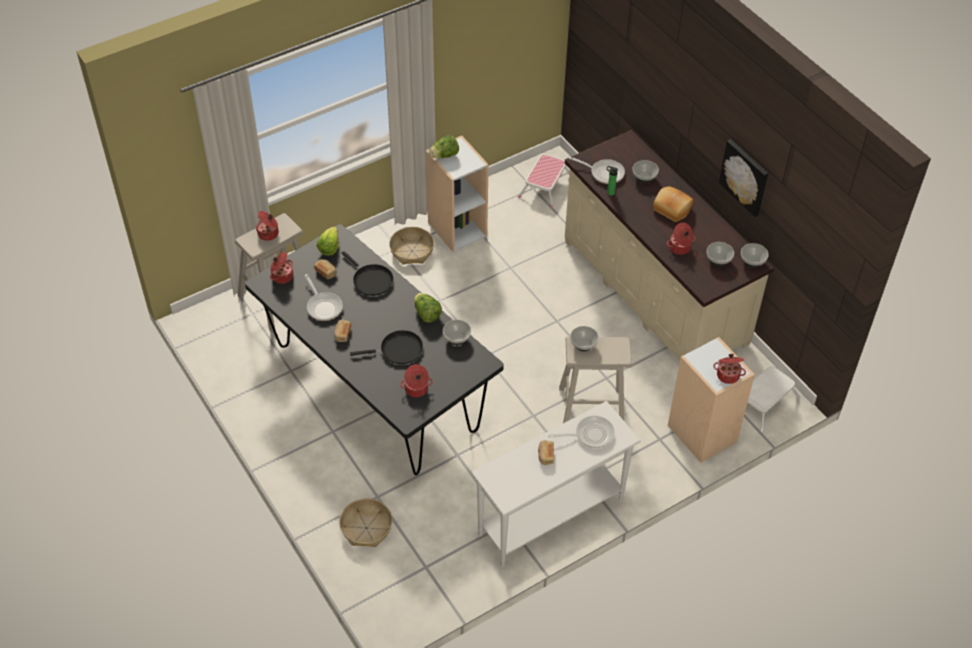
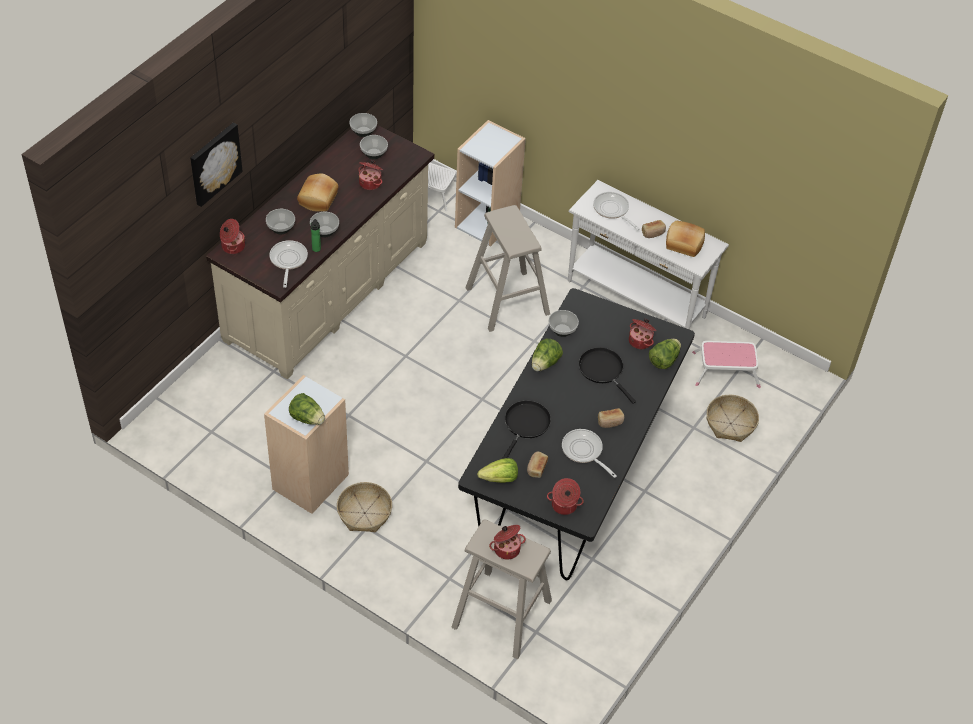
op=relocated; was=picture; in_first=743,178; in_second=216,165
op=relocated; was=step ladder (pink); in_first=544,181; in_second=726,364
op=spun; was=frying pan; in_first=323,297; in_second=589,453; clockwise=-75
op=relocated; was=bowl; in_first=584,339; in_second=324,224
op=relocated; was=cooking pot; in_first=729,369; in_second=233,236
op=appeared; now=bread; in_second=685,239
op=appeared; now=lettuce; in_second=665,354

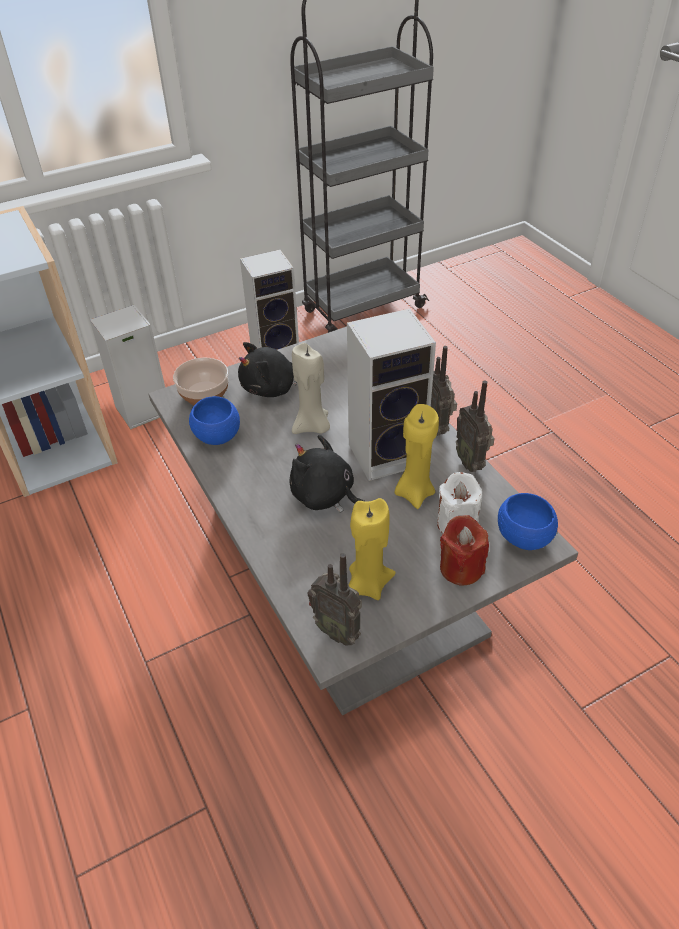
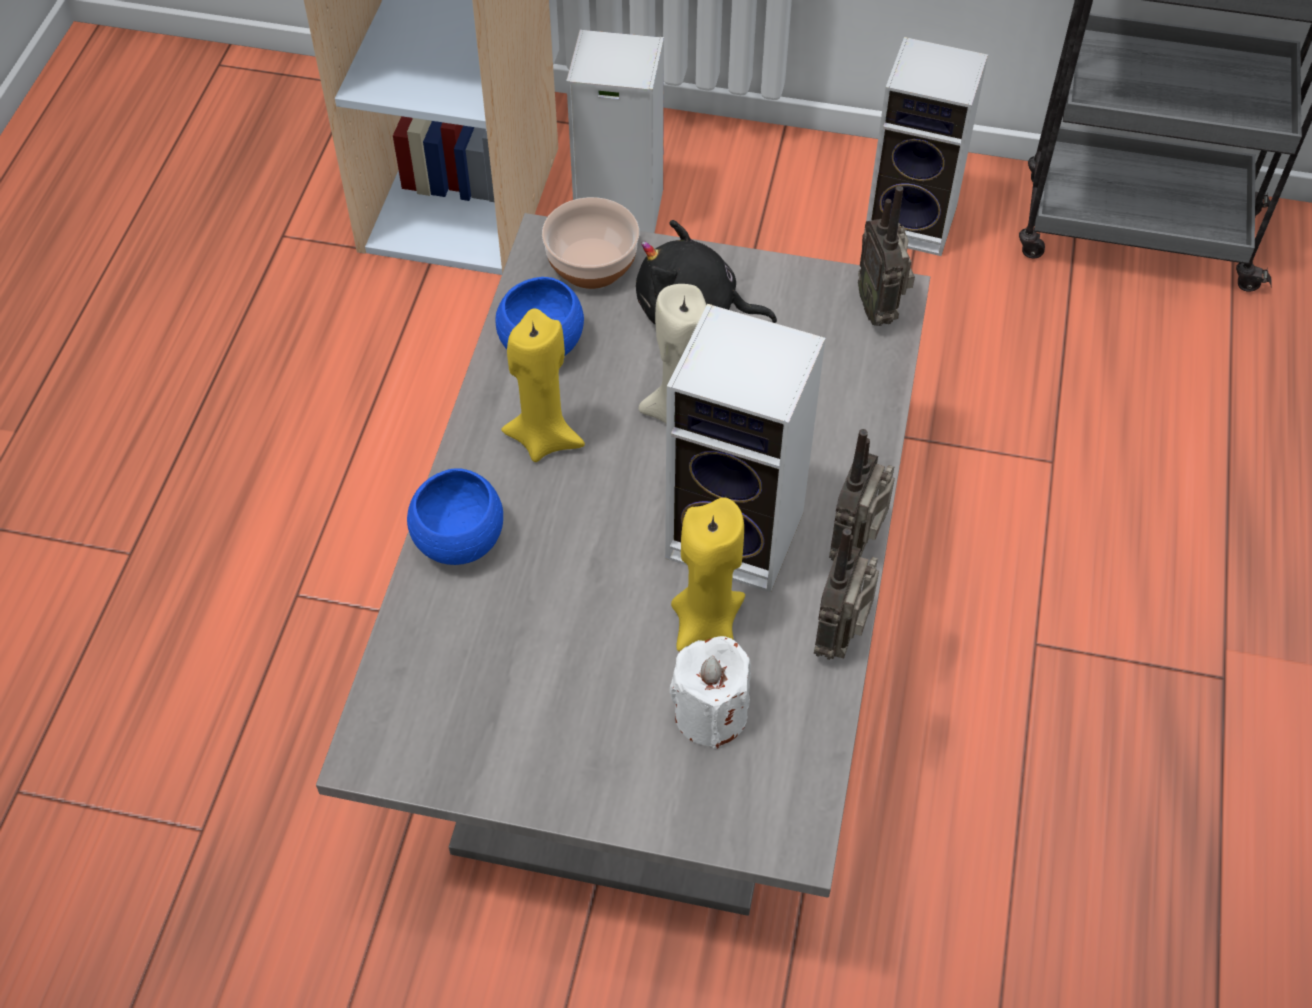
op=missing; was=plush toy (black); in_first=328,474
op=relocated; was=bowl (blue); in_first=528,521; in_second=455,517
op=relocated; was=candle (yellow); in_first=372,549; in_second=543,385
op=missing; was=candle (red); in_first=464,550
op=relocated; was=radio; in_first=334,599; in_second=886,256

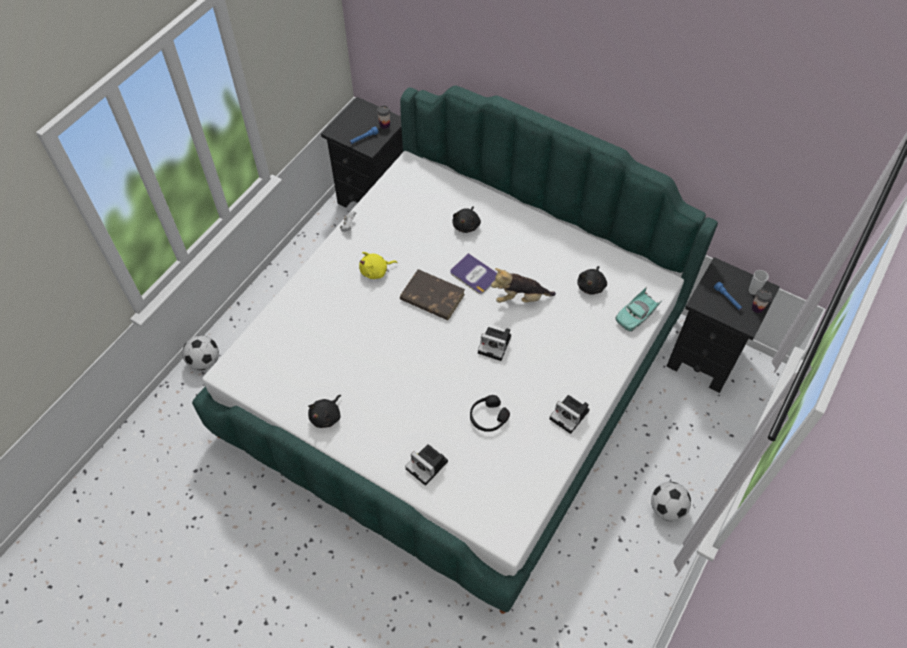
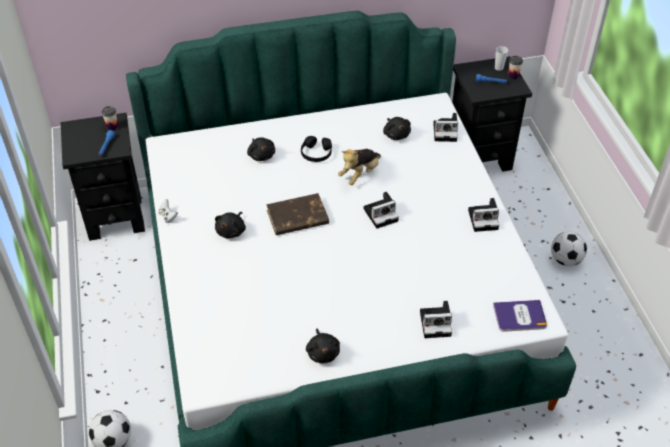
op=colour; was=plush toy (yellow); now=plush toy (black); in_first=378,265; in_second=230,225
op=relocated; was=book; in_first=473,273; in_second=520,316
op=exchanged; was=toy car (turquoise); now=photo camera; in_first=639,309; in_second=445,127
op=relocated; was=headphones (black); in_first=490,413; in_second=316,149

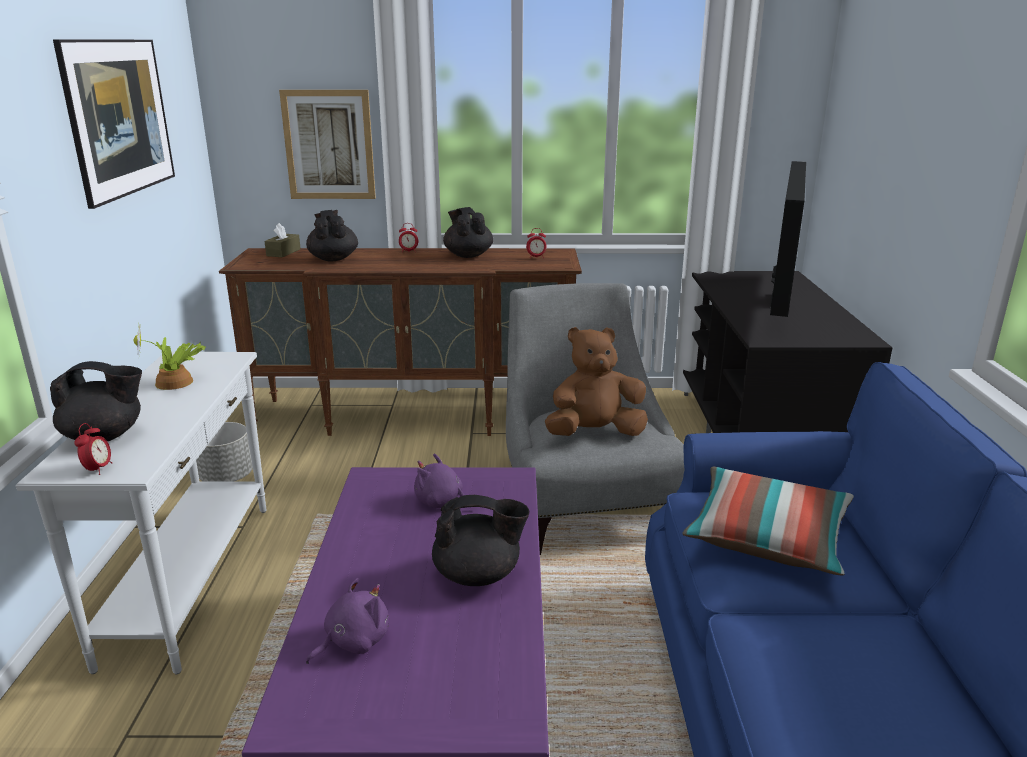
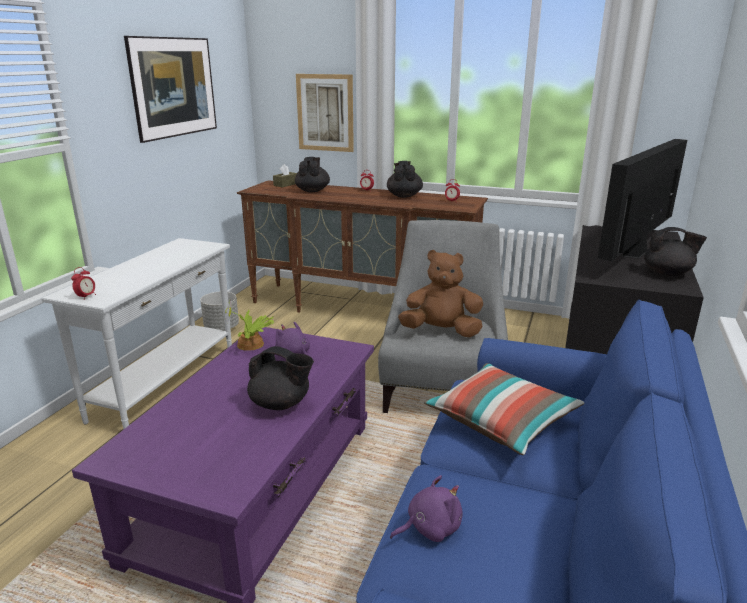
op=relocated; was=potted plant; in_first=170,356; in_second=249,325
op=relocated; was=teapot (black); in_first=96,401; in_second=675,251
op=relocated; was=plush toy (purple); in_first=347,621; in_second=426,508

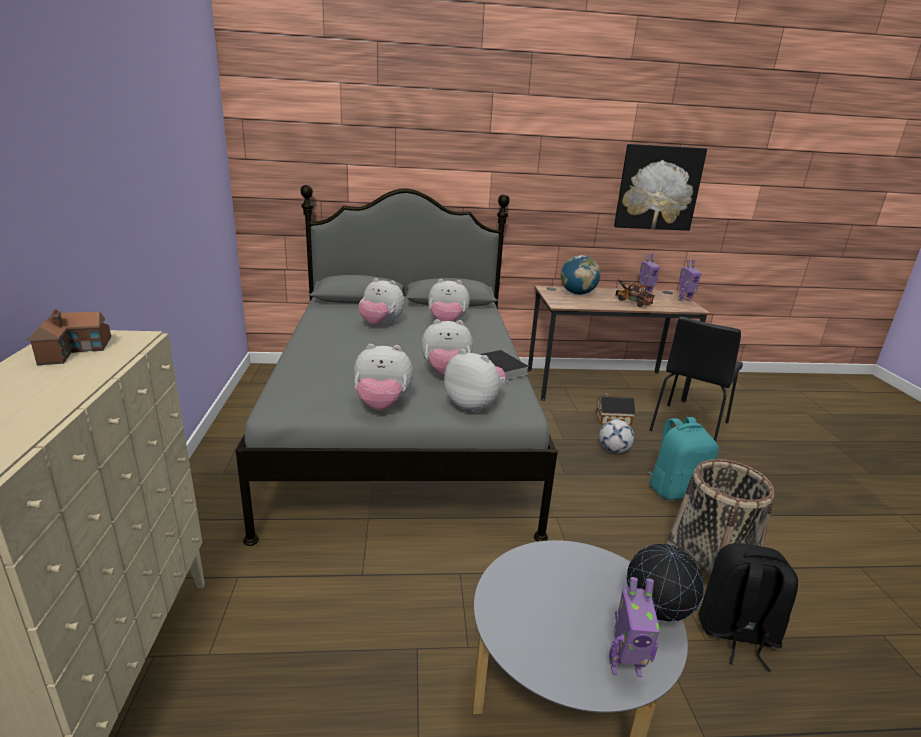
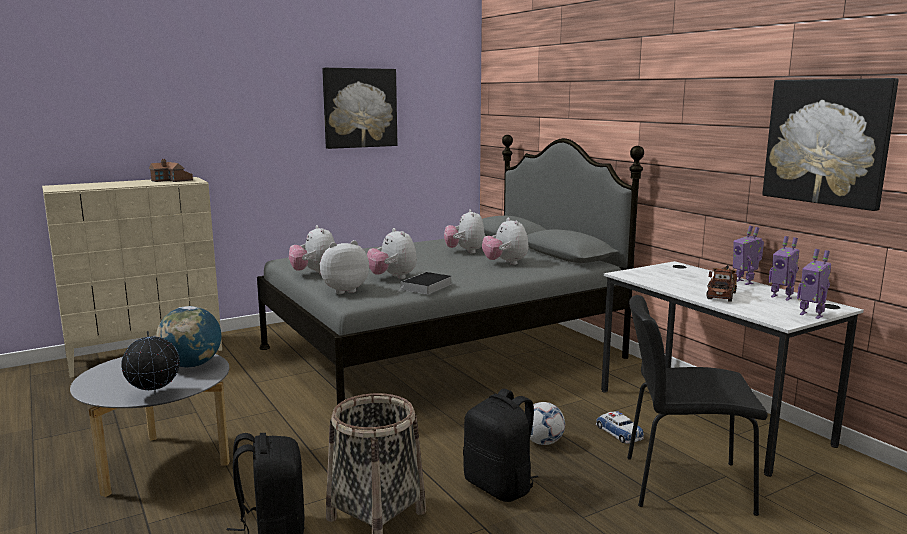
op=relocated; was=globe; in_first=580,275; in_second=188,337
op=colour; was=desk (brown); now=desk (white); in_first=619,344; in_second=732,369
op=spun; was=plush toy; in_first=475,381; in_second=344,267; clockwise=-120
op=exchanged; was=toy house; now=toy car; in_first=615,409; in_second=620,427
op=colour; was=backpack (turquoise); now=backpack (black); in_first=683,458; in_second=501,445
op=relocated; was=toy robot; in_first=634,627; in_second=748,255
op=appeared; now=picture; in_second=359,108

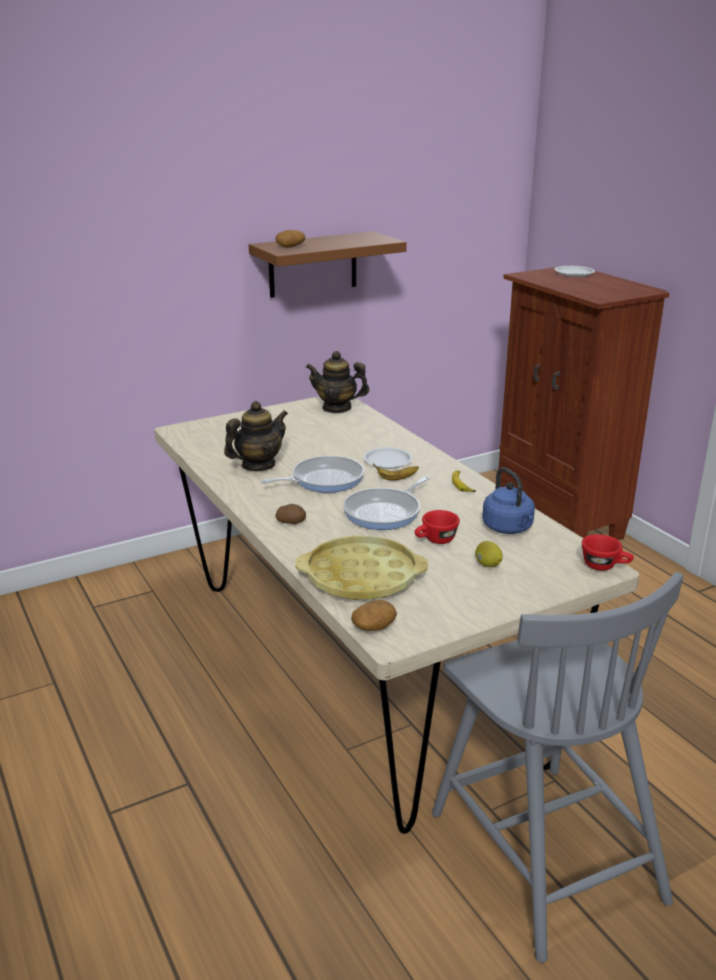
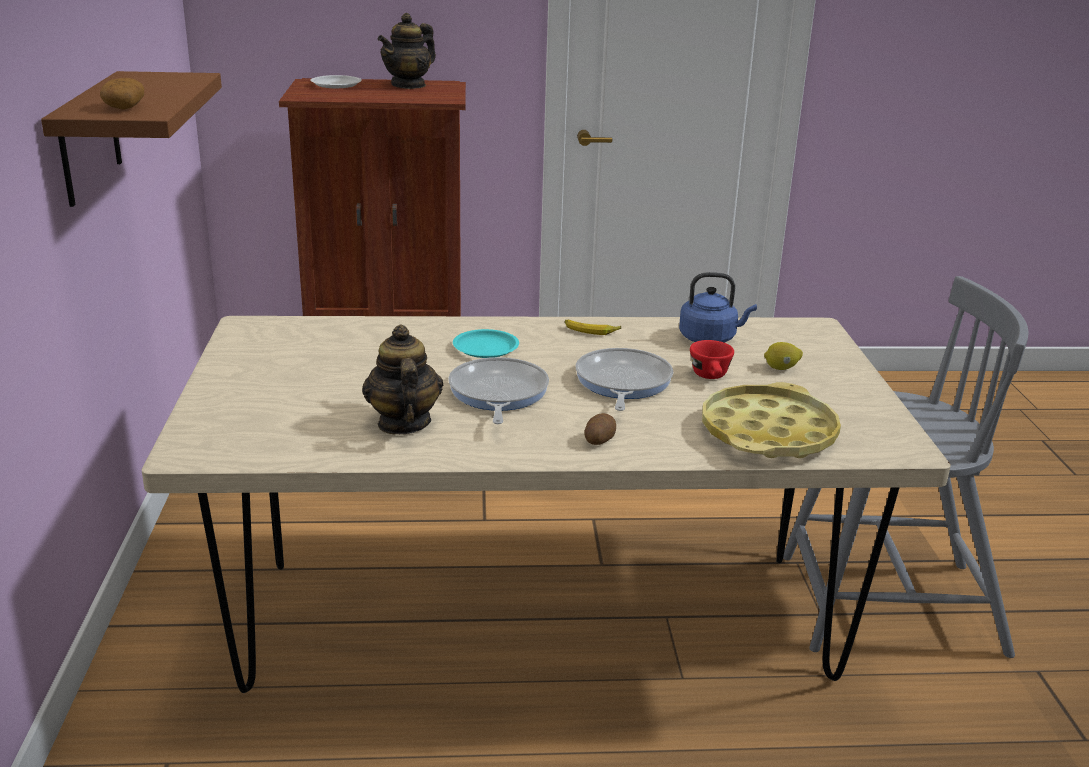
op=relocated; was=teapot; in_first=337,382; in_second=407,51
op=colour; was=plate (white); now=plate (turquoise); in_first=387,458; in_second=486,343
op=missing; was=banana; in_first=396,472
op=spun; was=frying pan; in_first=386,503; in_second=624,379; clockwise=-150
op=missing; was=cup (red); in_first=608,552
op=missing; was=potato; in_first=374,615

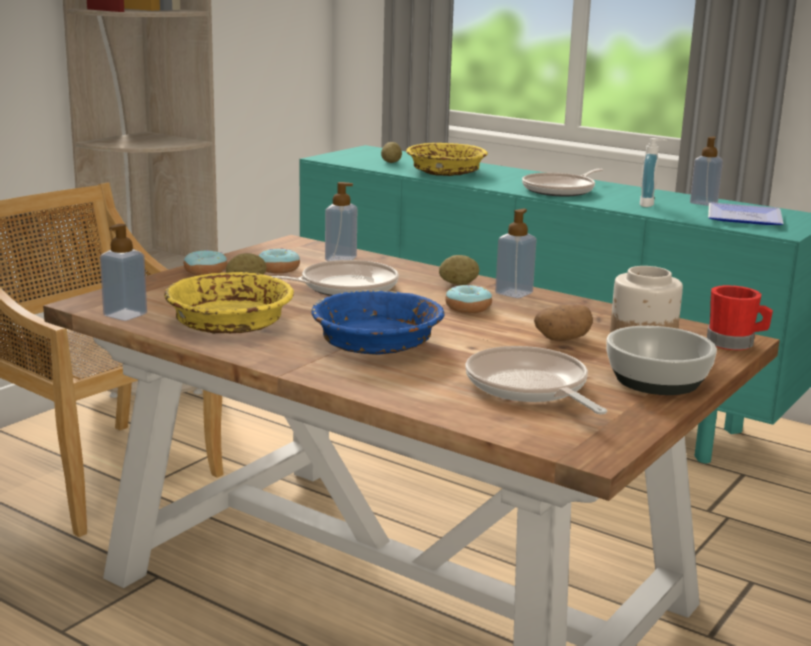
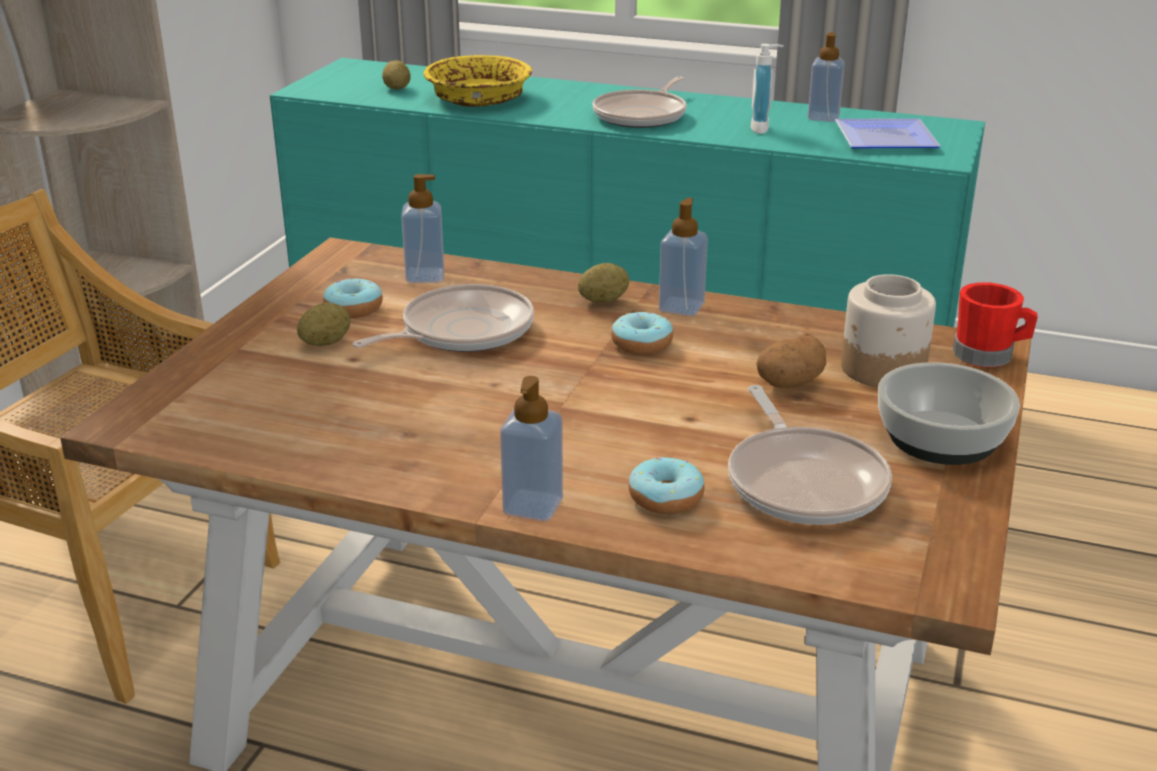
op=relocated; was=soap dispenser; in_first=123,272; in_second=531,448
op=relocated; was=donut; in_first=205,262; in_second=667,485
op=missing; was=bowl (yellow); in_first=229,303
op=missing; was=bowl (blue); in_first=378,322
op=spun; was=frying pan; in_first=536,380; in_second=810,455; clockwise=-150

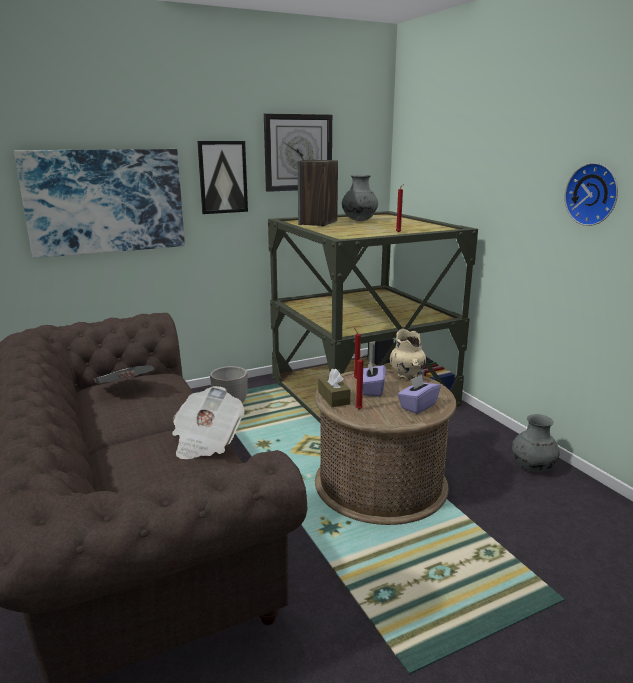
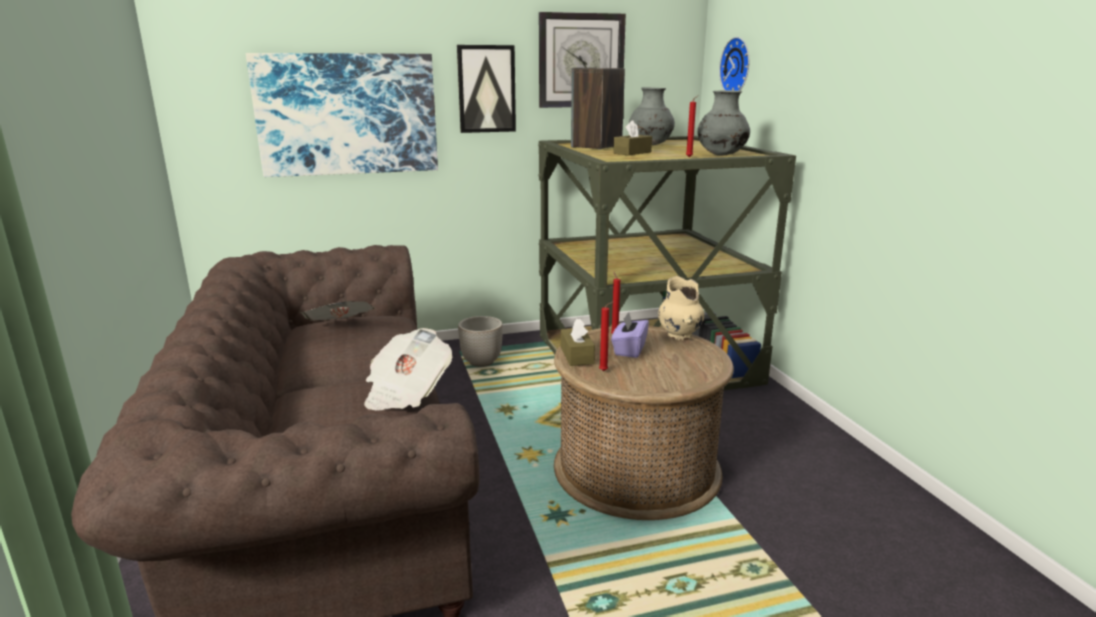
op=relocated; was=wall clock; in_first=591,194; in_second=734,64
op=missing; was=tissue box (purple); in_first=419,394
op=relocated; was=vase (grey); in_first=536,443; in_second=723,123
op=appeared; now=tissue box (brown); in_second=633,138

